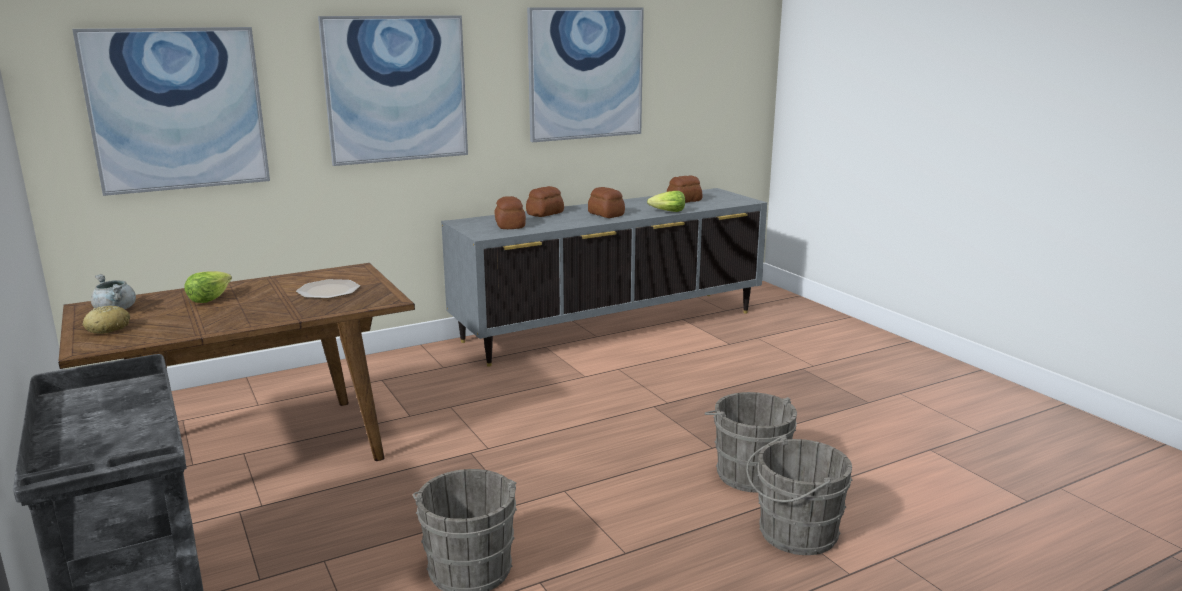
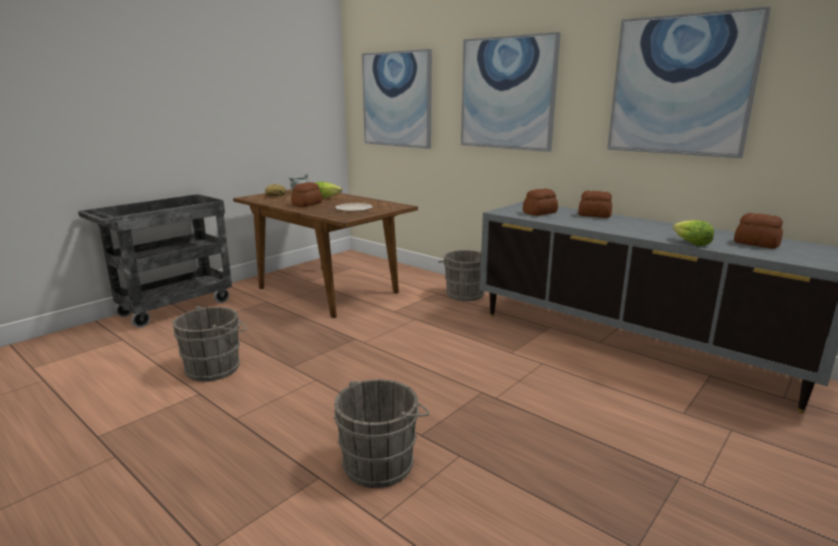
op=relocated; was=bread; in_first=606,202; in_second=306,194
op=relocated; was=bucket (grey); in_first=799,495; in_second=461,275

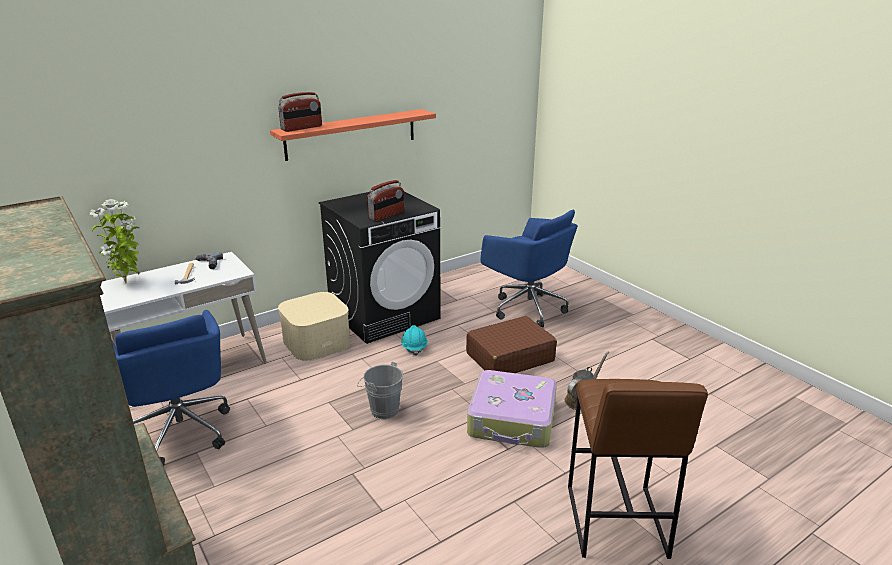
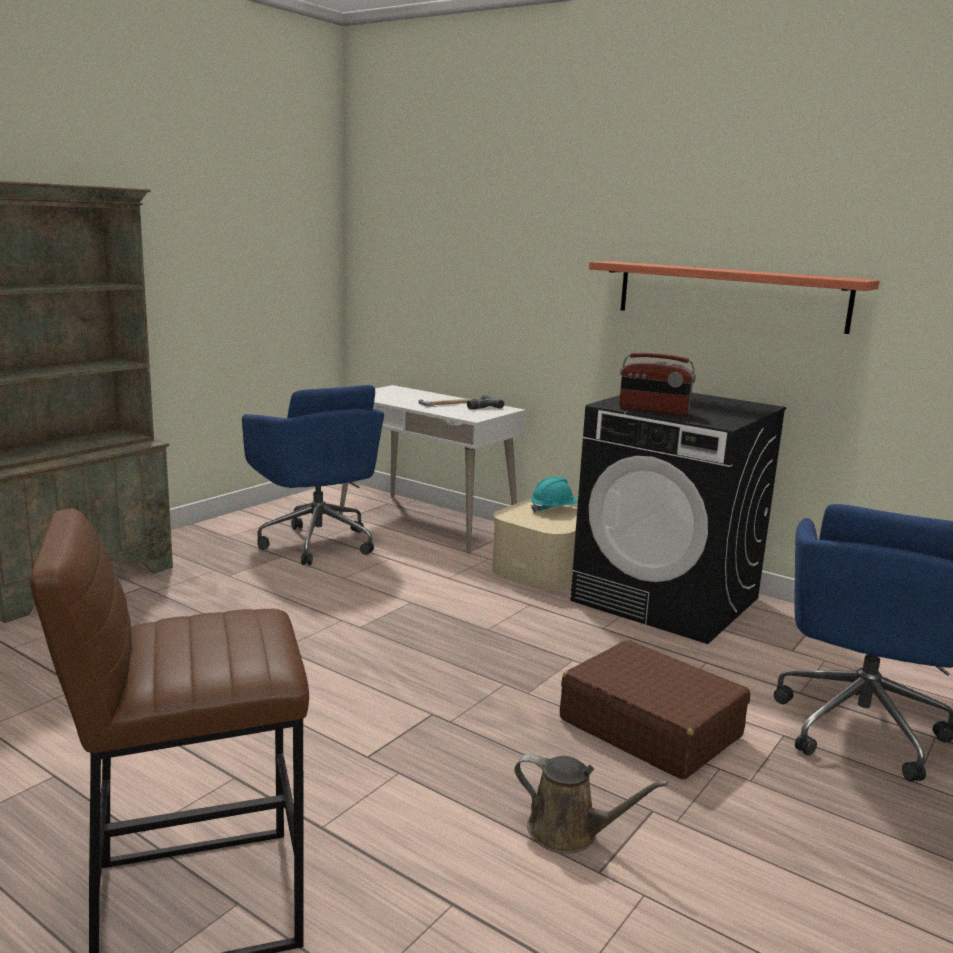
op=missing; was=radio; in_first=300,112
op=missing; was=potted plant; in_first=115,241
op=spun; was=office chair (blue); in_first=171,388; in_second=313,475; clockwise=-75
op=relocated; was=hard hat (turquoise); in_first=414,340; in_second=554,495
op=missing; was=bucket (grey); in_first=380,390
op=missing; was=suitcase; in_first=512,409

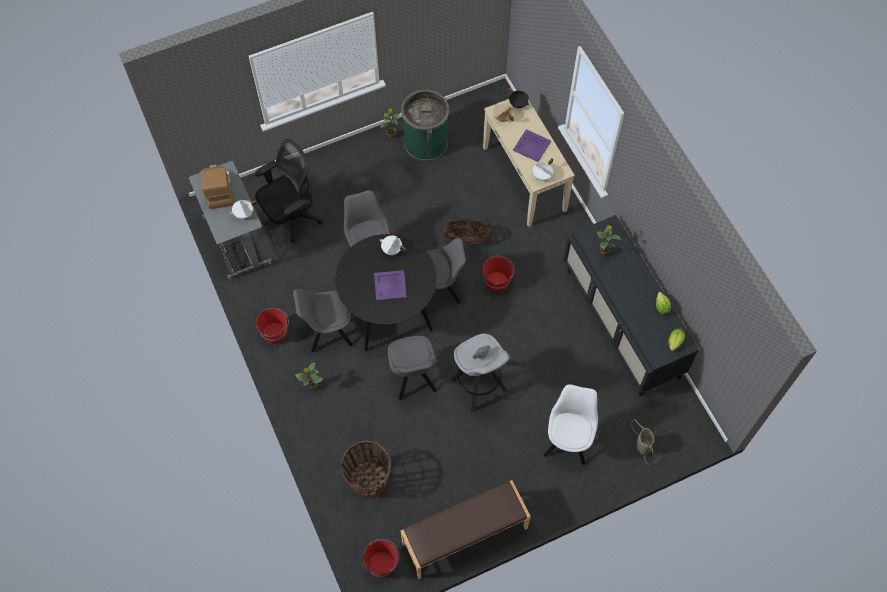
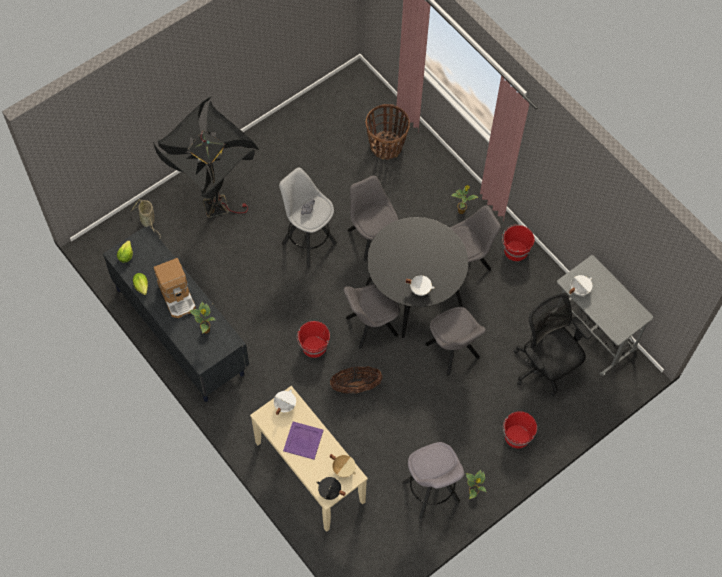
op=exchanged; was=trash can (green); now=stool (grey); in_first=425,126; in_second=433,480
op=spun; was=office chair (black); in_first=289,191; in_second=552,344; clockwise=105
op=relocated; was=coffee machine; in_first=217,186; in_second=175,288
op=missing; was=tray (purple); in_first=390,285
op=exchanged; was=chair (white); now=floor lamp (black); in_first=571,424; in_second=206,157
op=missing; was=bench (brown); in_first=466,529
op=relocated; was=bucket (red); in_first=381,558; in_second=520,430

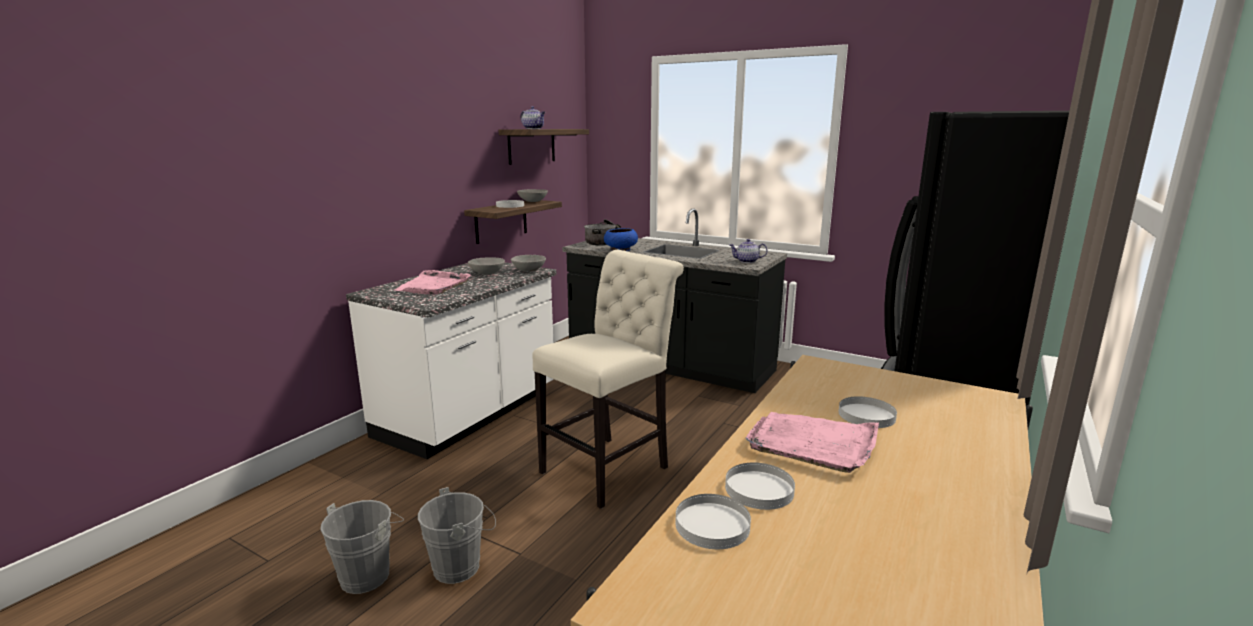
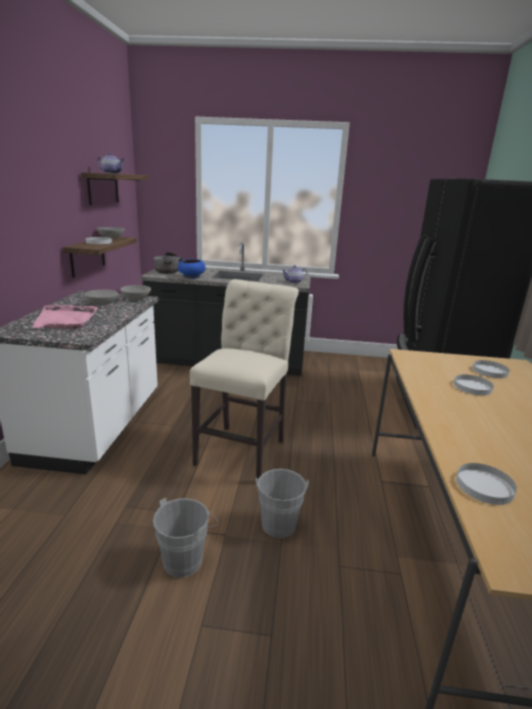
op=missing; was=tray (pink); in_first=812,442
op=relocated; was=plate (white); in_first=760,486; in_second=491,369
op=relocated; was=bucket (grey); in_first=362,547; in_second=282,503

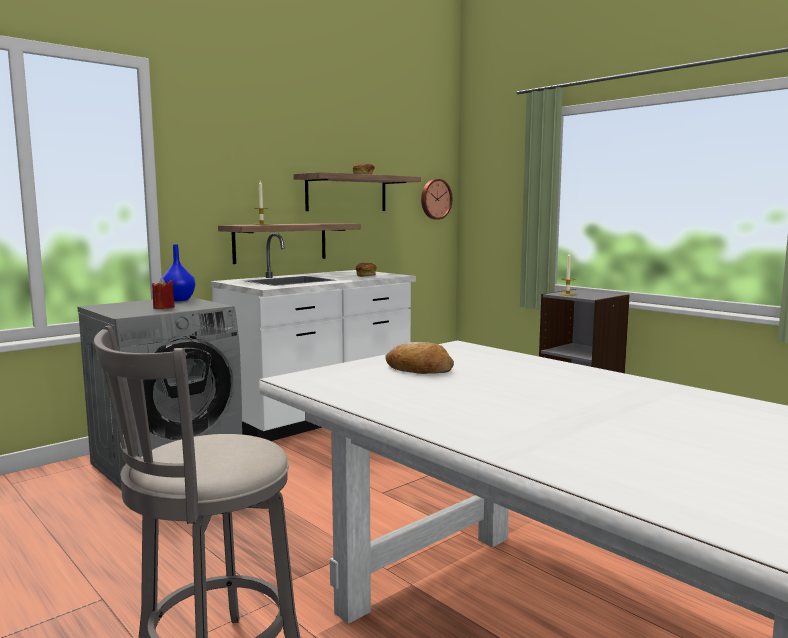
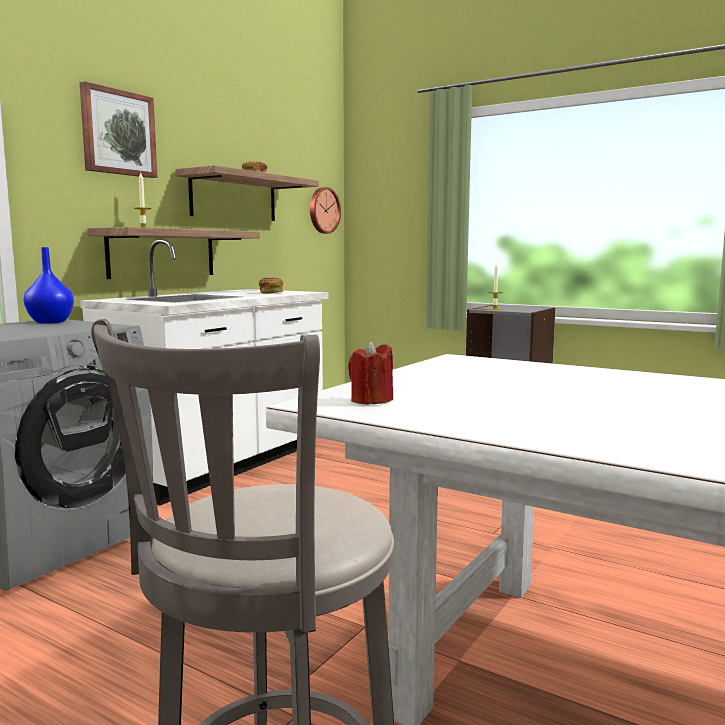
op=relocated; was=candle (red); in_first=163,293; in_second=370,373
op=missing; was=bread; in_first=419,358
op=appeared; now=picture; in_second=119,129

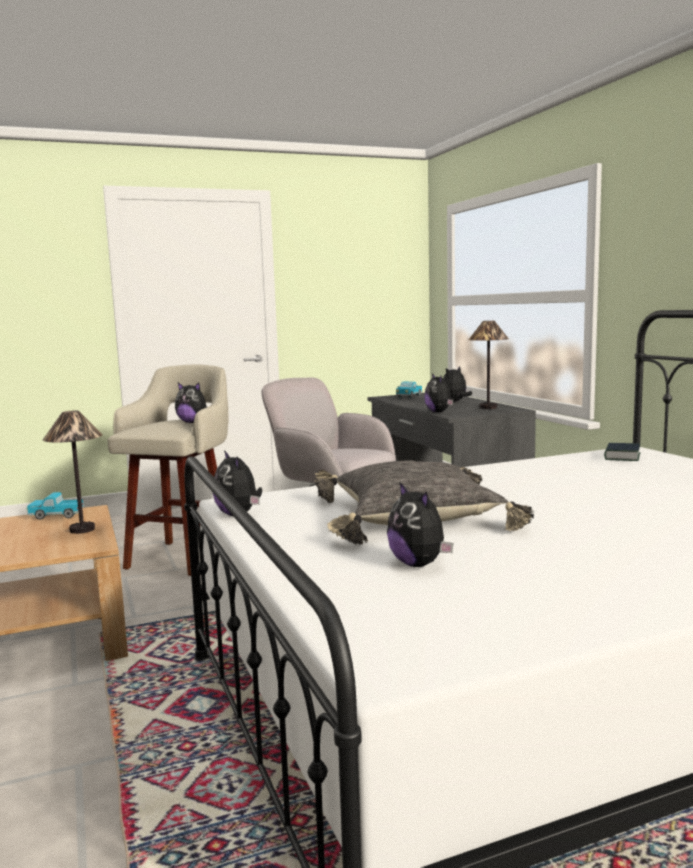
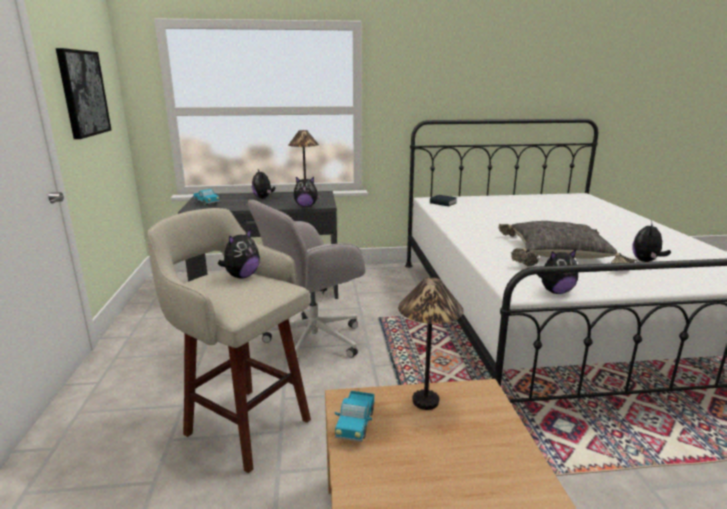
op=spun; was=plush toy; in_first=420,525; in_second=651,241; clockwise=135
op=appeared; now=picture; in_second=83,93

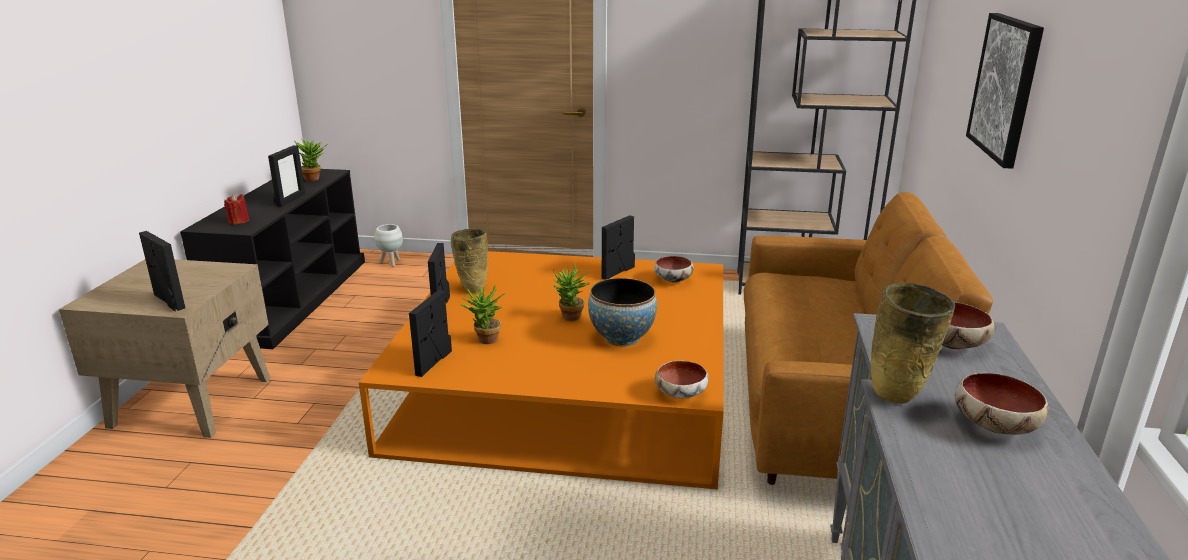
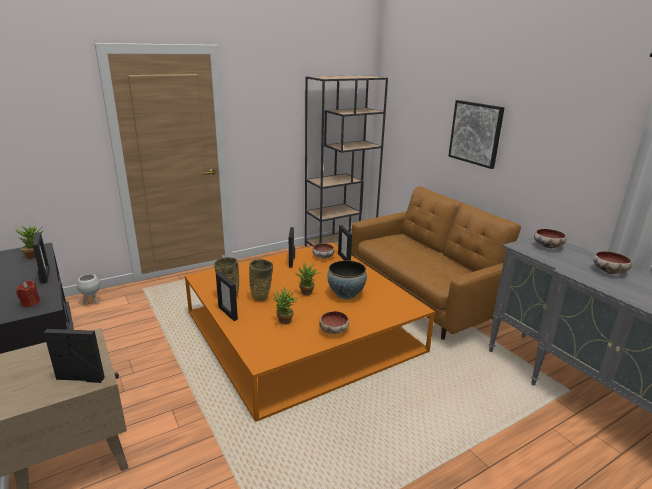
op=relocated; was=vase (beige); in_first=913,343; in_second=261,280
op=relocated; was=picture frame; in_first=430,333; in_second=345,243
op=relocated; was=bowl; in_first=682,379; in_second=334,322

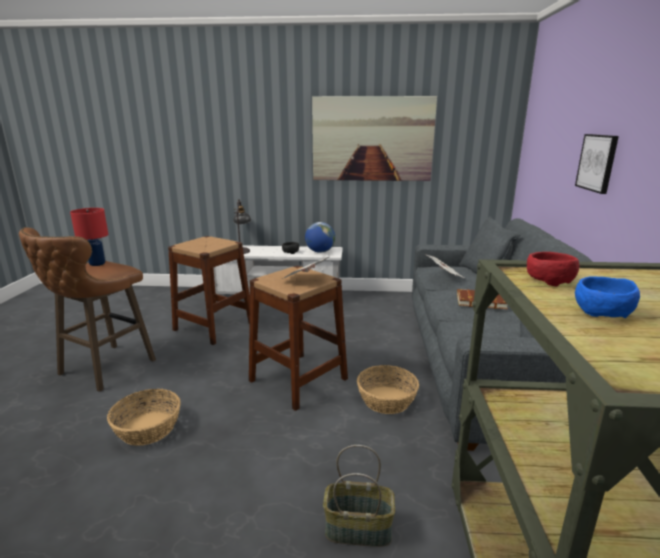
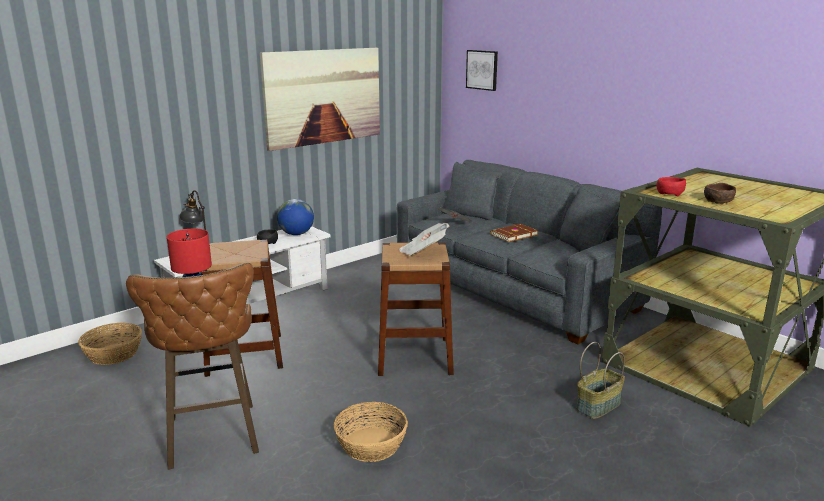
op=relocated; was=picture; in_first=597,164; in_second=482,70
op=colour; was=bowl (blue); now=bowl (brown); in_first=607,297; in_second=720,193
op=relocated; was=basket; in_first=388,389; in_second=110,344

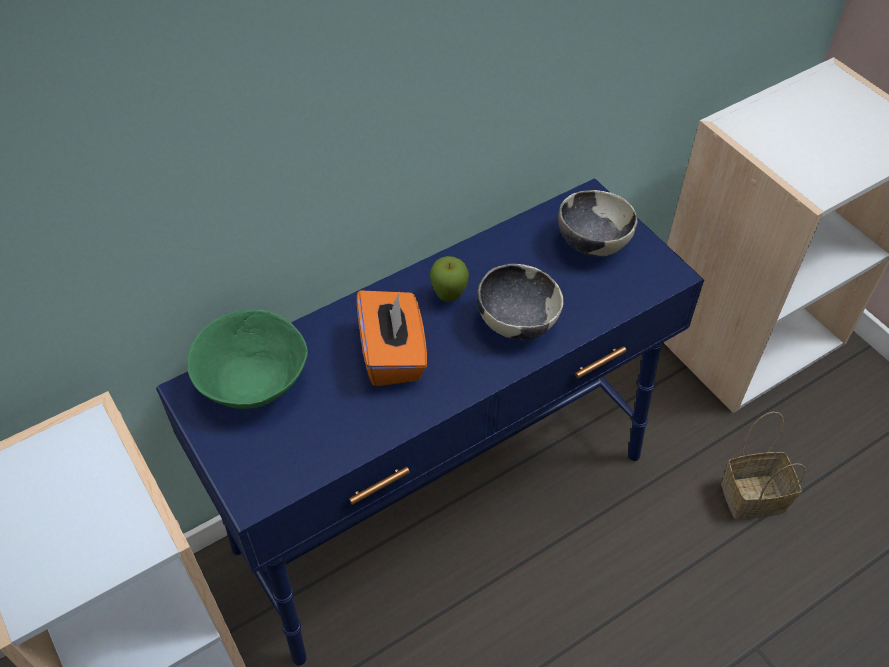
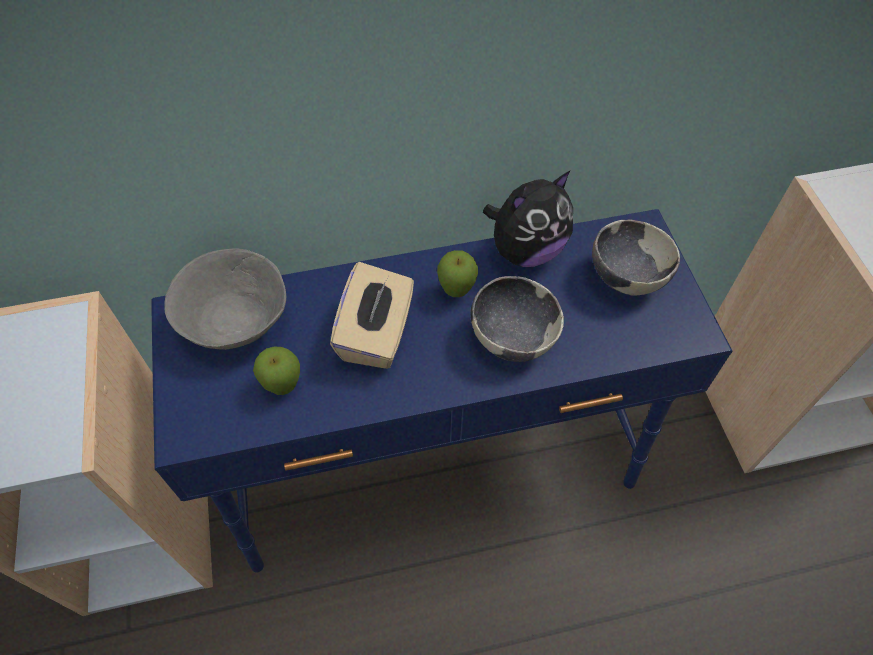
op=colour; was=tissue box (orange); now=tissue box (beige); in_first=392,338; in_second=372,315
op=colour; was=bowl (green); now=bowl (grey); in_first=247,359; in_second=225,299
op=missing; was=basket; in_first=763,466
op=appeared; now=plush toy; in_second=528,219
op=appeared; now=apple; in_second=276,371

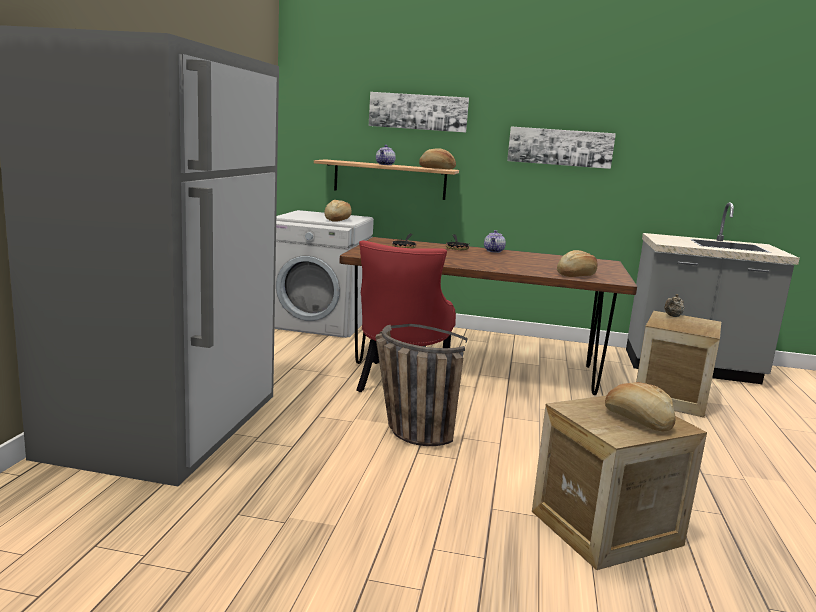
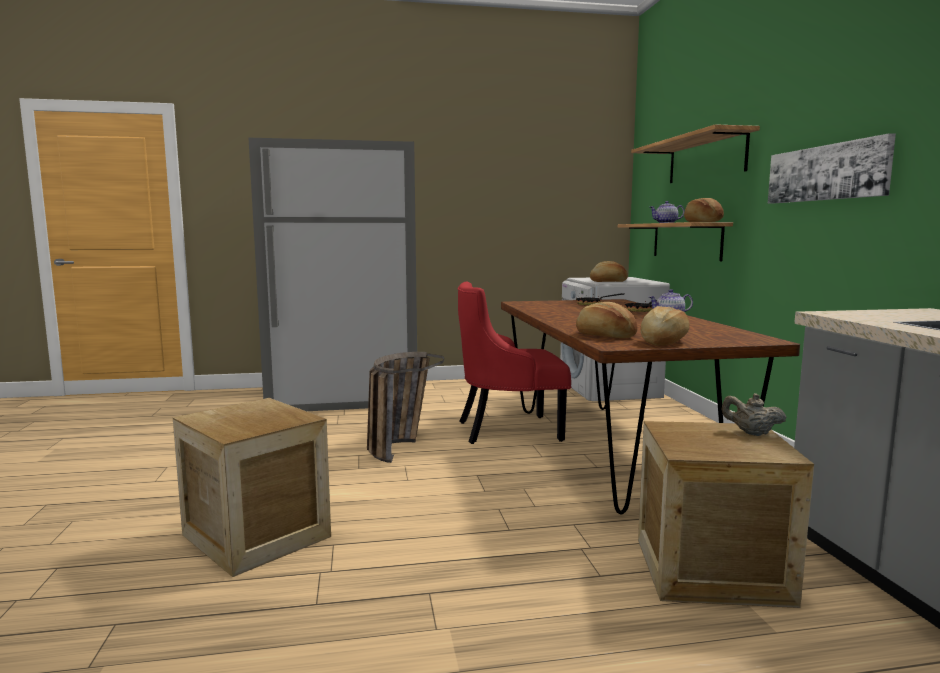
op=exchanged; was=picture; now=shelf; in_first=419,112; in_second=695,153
op=relocated; was=bread; in_first=640,407; in_second=665,326

